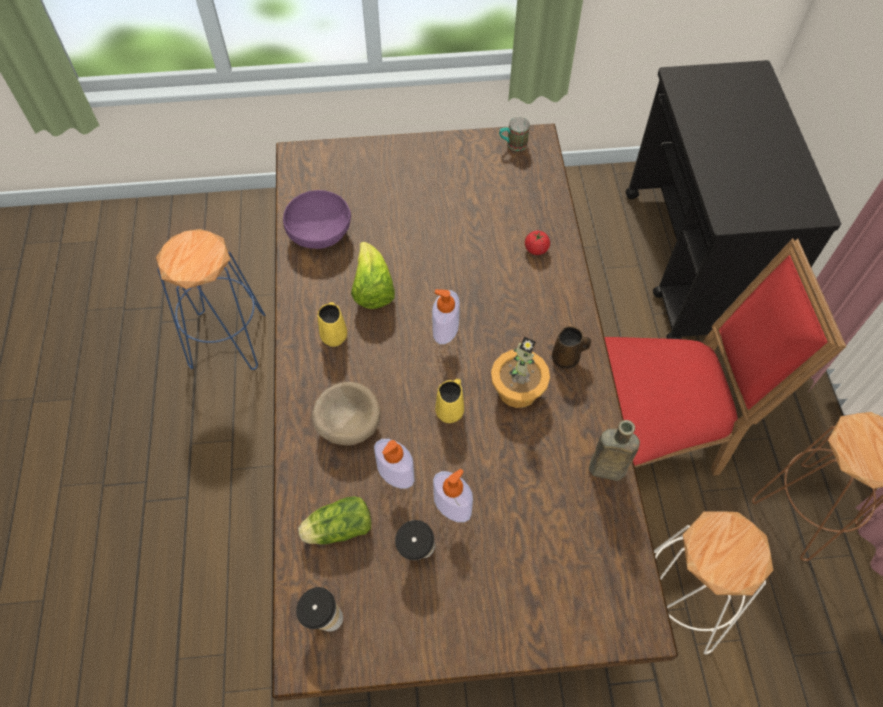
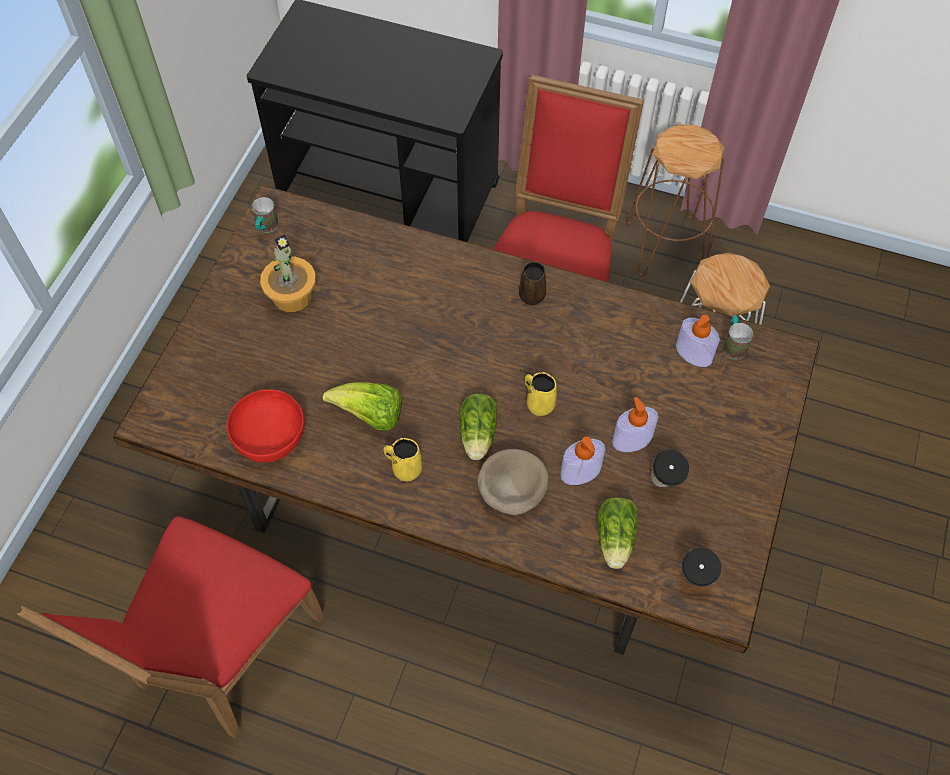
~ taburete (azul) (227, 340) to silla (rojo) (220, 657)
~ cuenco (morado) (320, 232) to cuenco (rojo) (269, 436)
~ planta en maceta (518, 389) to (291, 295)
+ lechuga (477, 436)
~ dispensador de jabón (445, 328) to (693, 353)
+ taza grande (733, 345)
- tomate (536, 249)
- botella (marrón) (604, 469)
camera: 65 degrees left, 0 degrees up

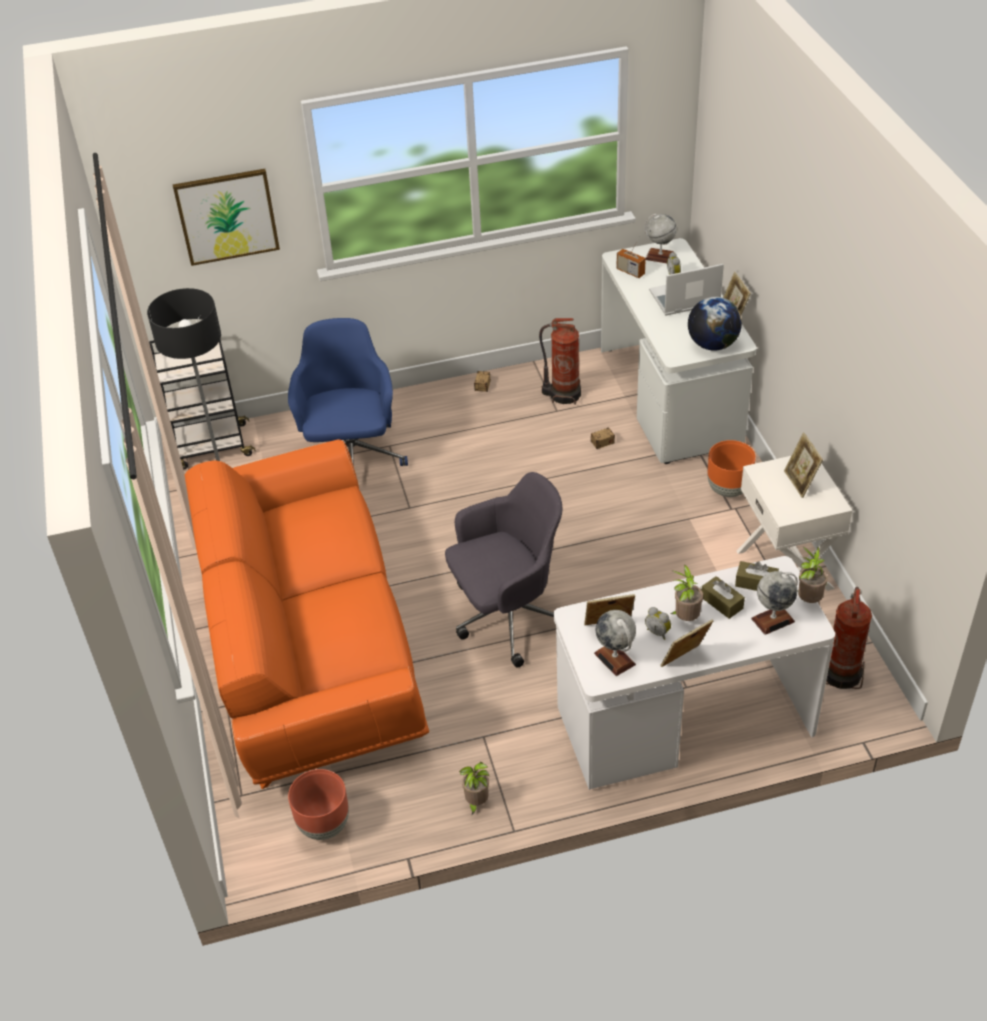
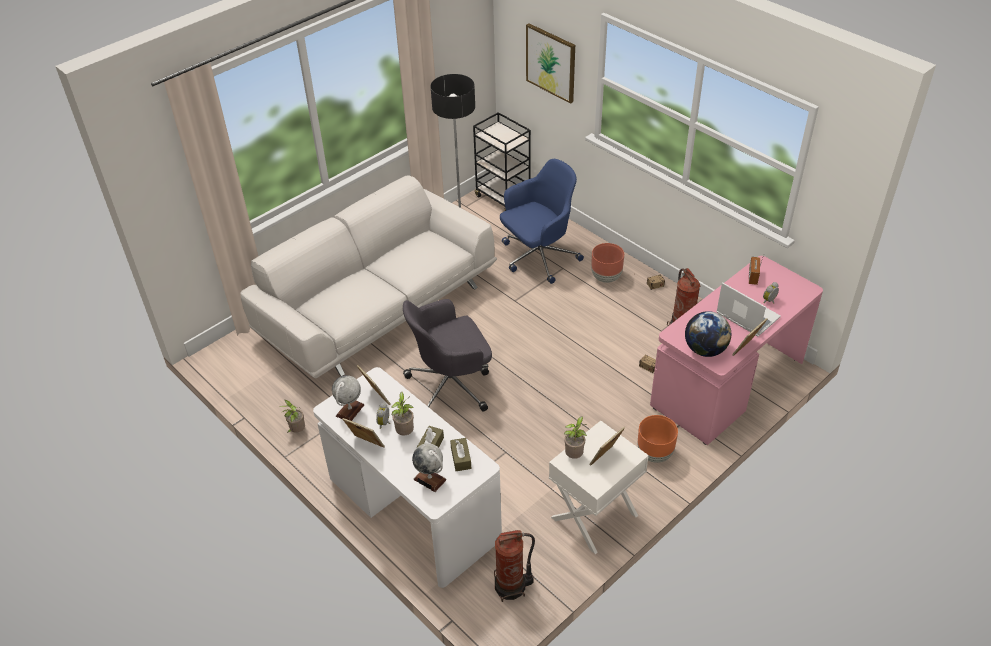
~ sofá (naranja) (310, 642) to sofá (blanco) (377, 308)
~ silla de oficina (gris) (508, 617) = (451, 385) 120 degrees clockwise
~ planta en maceta (808, 600) to (574, 455)
~ maceta (marrón) (323, 825) to (605, 277)
~ escritorio (blanco) (671, 398) to escritorio (rosa) (727, 385)
- globo terráqueo (660, 257)
camera: 60 degrees right, 0 degrees up

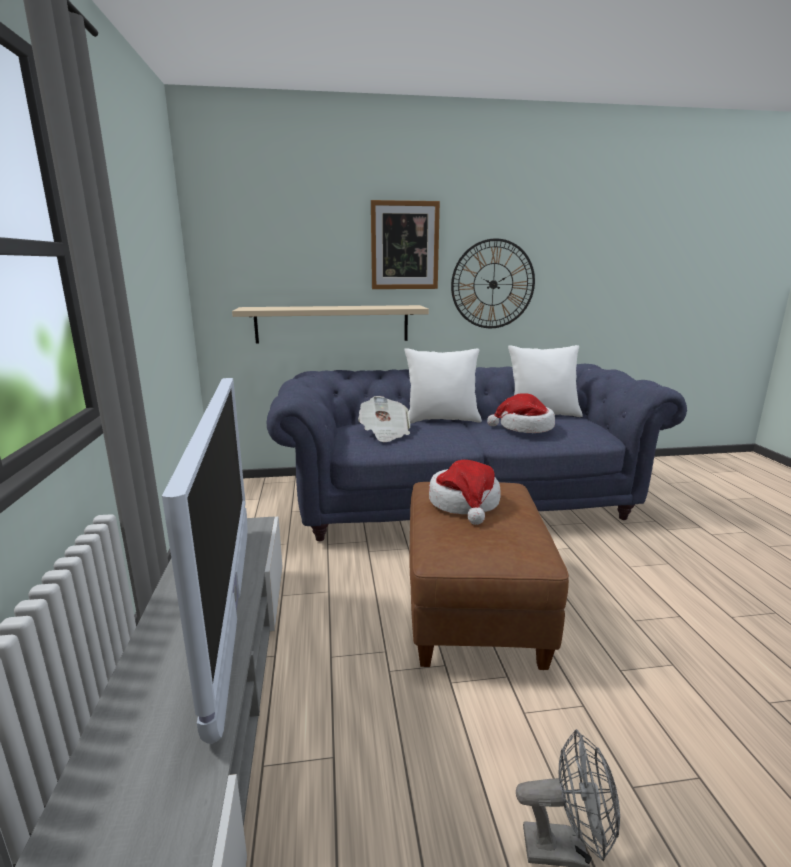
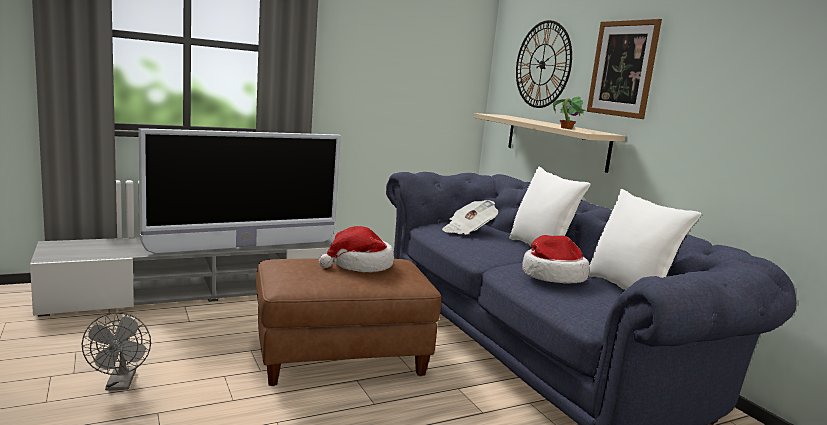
~ reloj de pared (493, 284) to (542, 64)
+ planta en maceta (566, 128)
camera: 70 degrees right, 5 degrees down

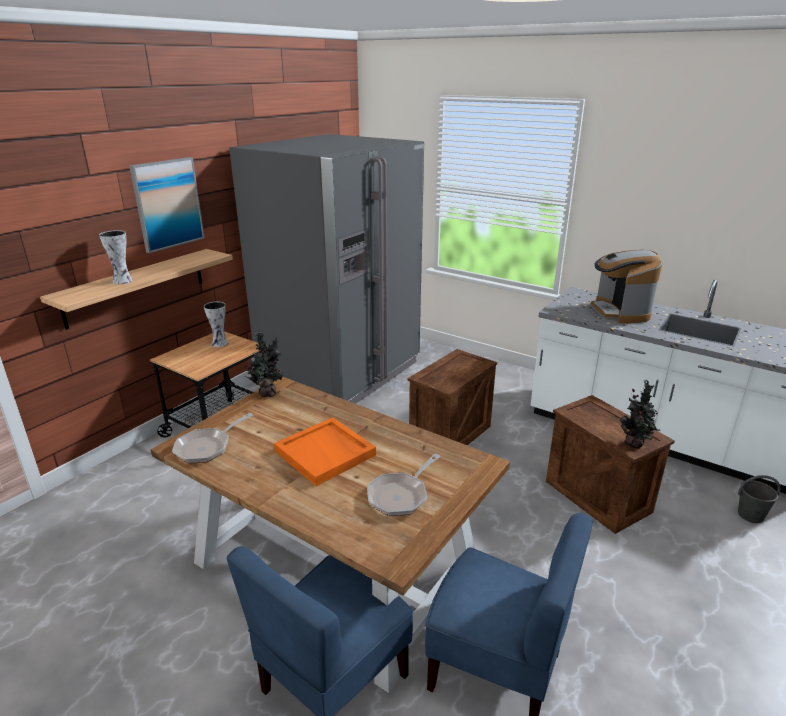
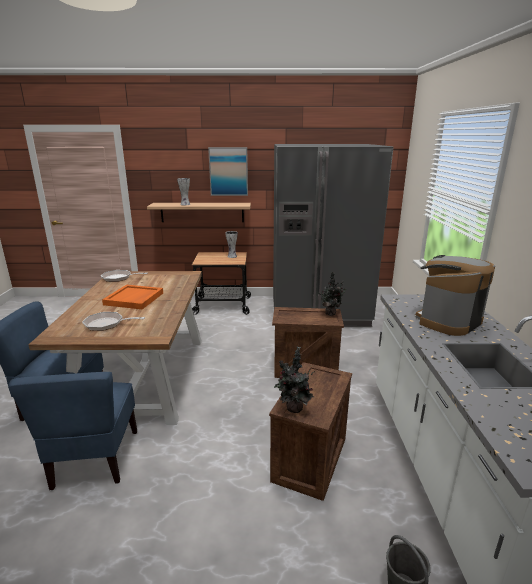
~ planta en maceta (268, 393) to (331, 313)
camera: 55 degrees right, 5 degrees down

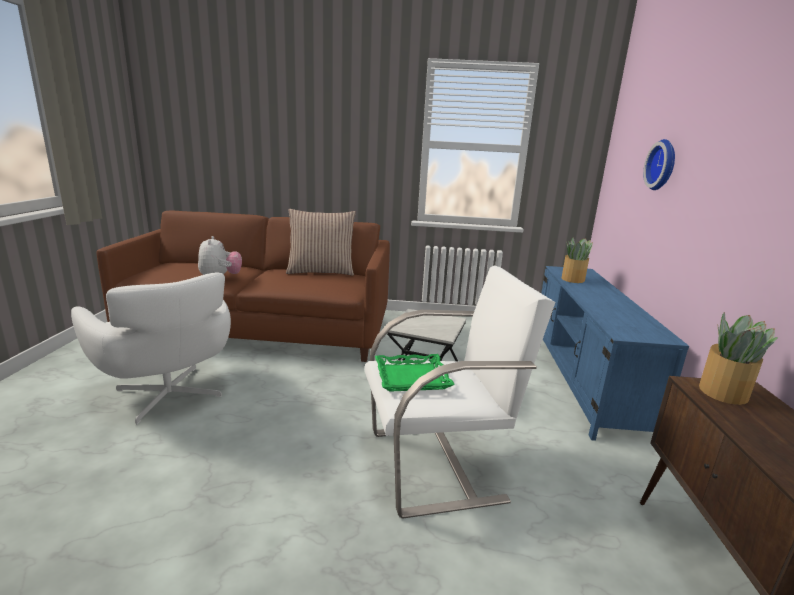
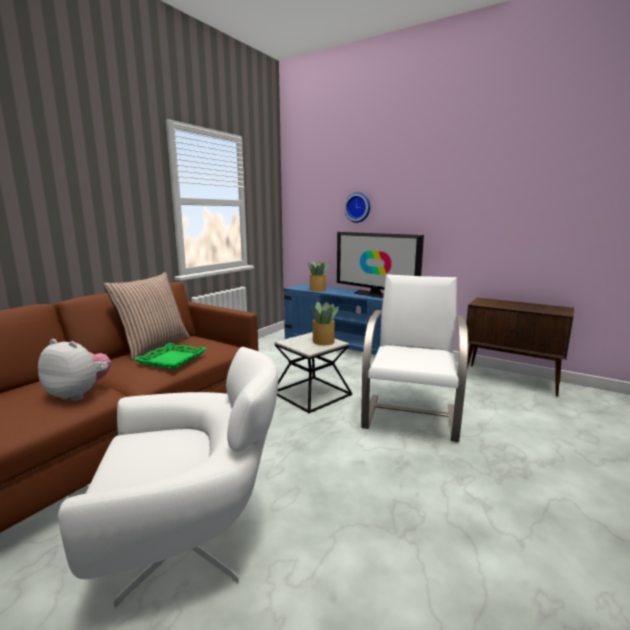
~ bandeja (verde) (412, 377) to (171, 359)
~ planta en maceta (724, 392) to (323, 341)
+ televisor (375, 295)
camera: 60 degrees left, 5 degrees down

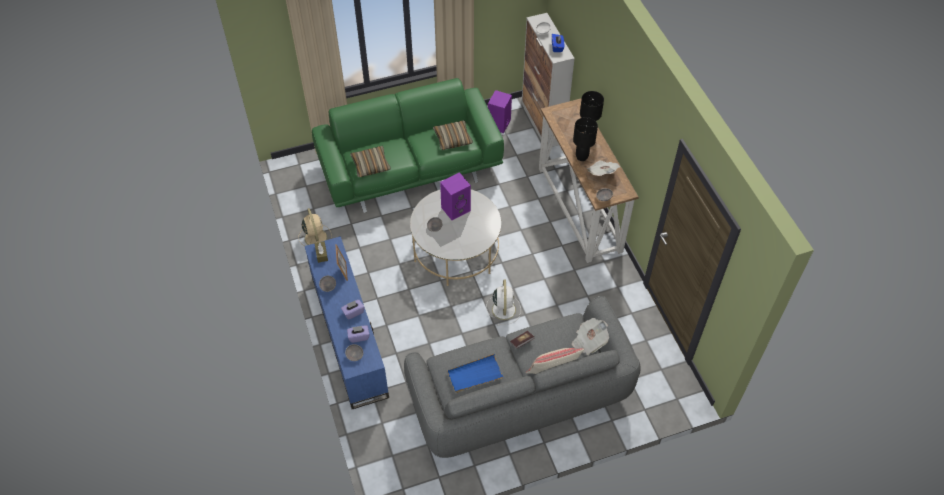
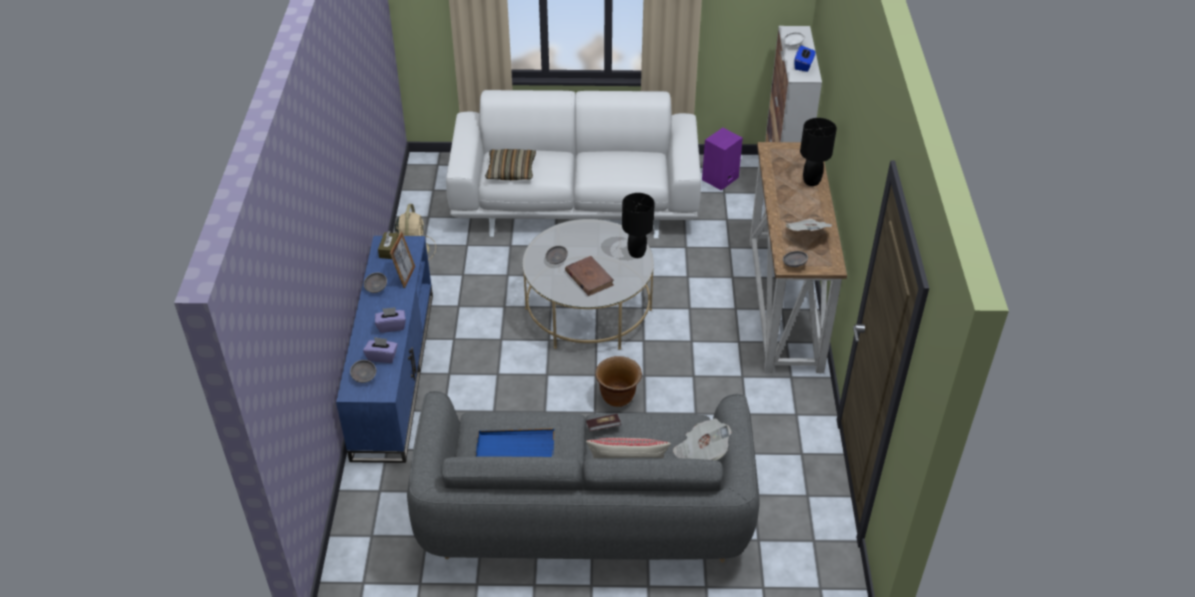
~ sofá (verde) (410, 168) to sofá (blanco) (576, 201)
+ libro (marrón) (589, 278)
~ ventilador (blanco) (503, 308) to maceta (marrón) (618, 397)
~ lámpara de mesa (negro) (582, 157) to (637, 253)
- cojín (452, 139)
- altavoz (morado) (456, 208)
camera: 20 degrees right, 10 degrees down

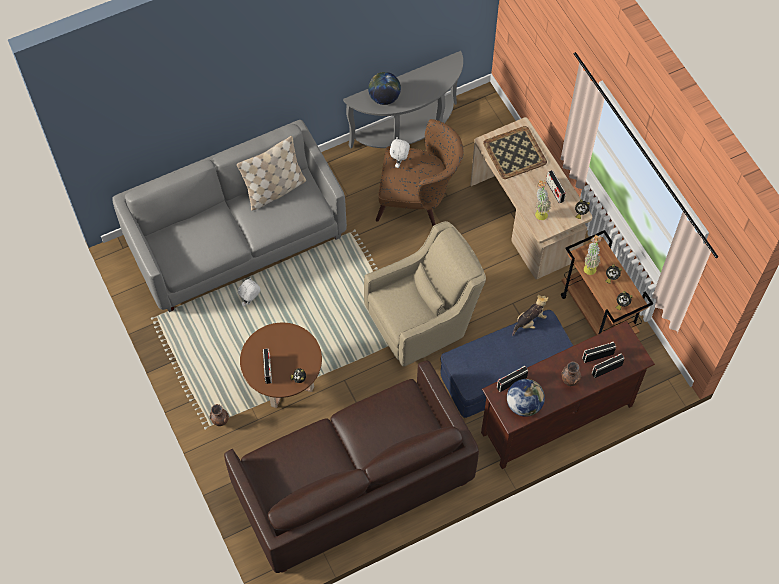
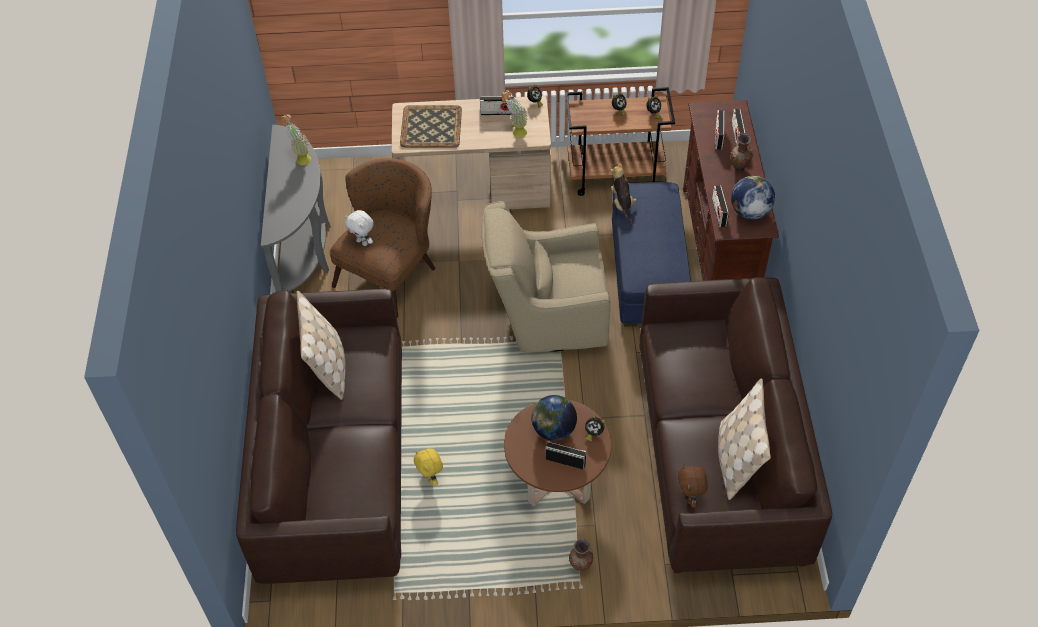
~ sofá (gris) (237, 238) to sofá (marrón) (335, 464)
~ planta en maceta (590, 266) to (300, 158)
~ peluche (blanco) (251, 301) to peluche (amarillo) (430, 478)
~ sillón (beis) (423, 320) = (546, 319) 90 degrees counterclockwise
~ globo terráqueo (384, 98) to (553, 430)
+ peluche (marrón) (690, 498)
+ cojín (beis) (737, 460)
camera: 65 degrees left, 10 degrees down

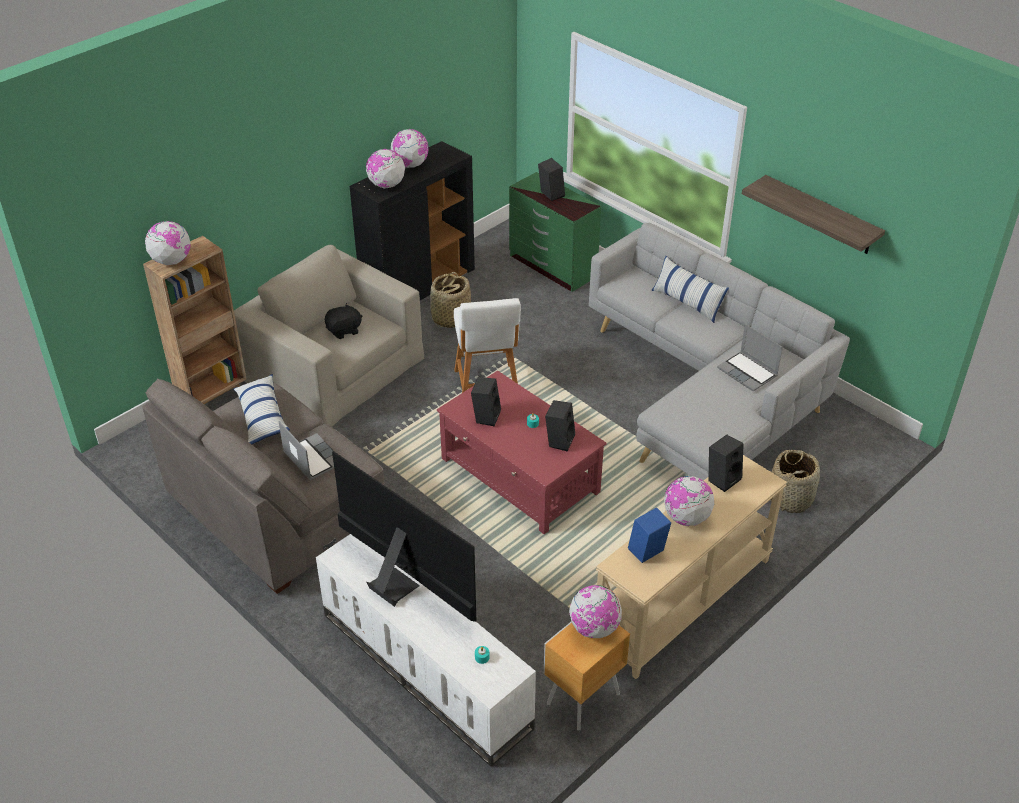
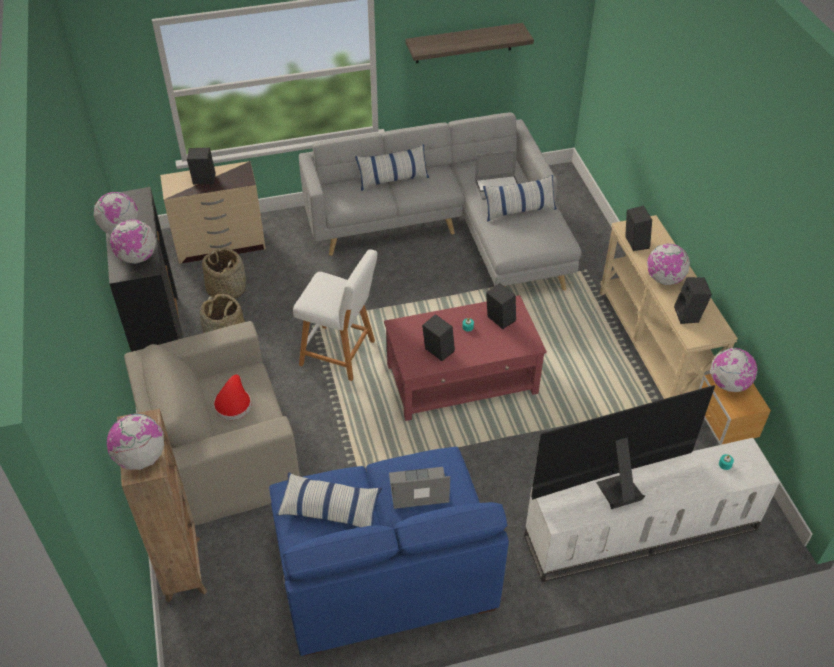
~ cómoda (verde) (552, 267) to cómoda (beis) (221, 245)
~ cesta (790, 497) to (226, 289)
~ peluche (negro) (344, 331) to sombrero (rojo) (233, 403)
~ sofá (gris) (277, 509) to sofá (azul) (383, 569)
+ cojín (519, 210)
~ altavoz (azul) (647, 553) to altavoz (negro) (689, 315)
camera: 60 degrees left, 5 degrees up

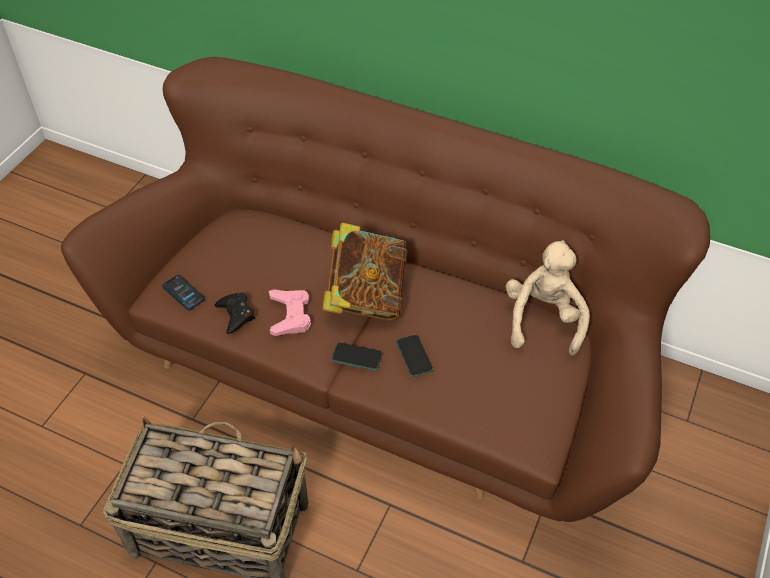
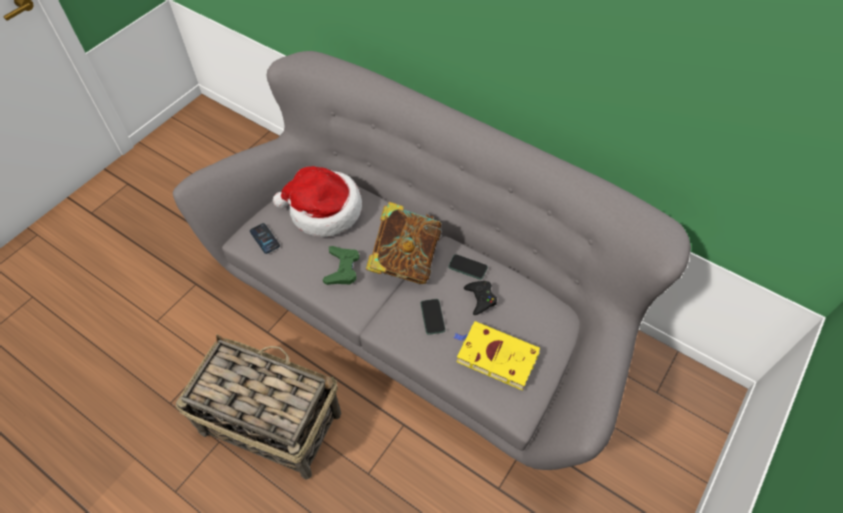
~ sofá (marrón) (384, 367) to sofá (gris) (421, 311)
+ sombrero (323, 211)
~ mando de consola (rosa) (290, 315) to mando de consola (verde) (342, 268)
~ móvil (356, 357) to (467, 267)
+ libro (amarillo) (495, 356)
~ mando de consola (negro) (236, 314) to (480, 298)
- peluche (beis) (543, 319)
camera: 10 degrees right, 5 degrees up

